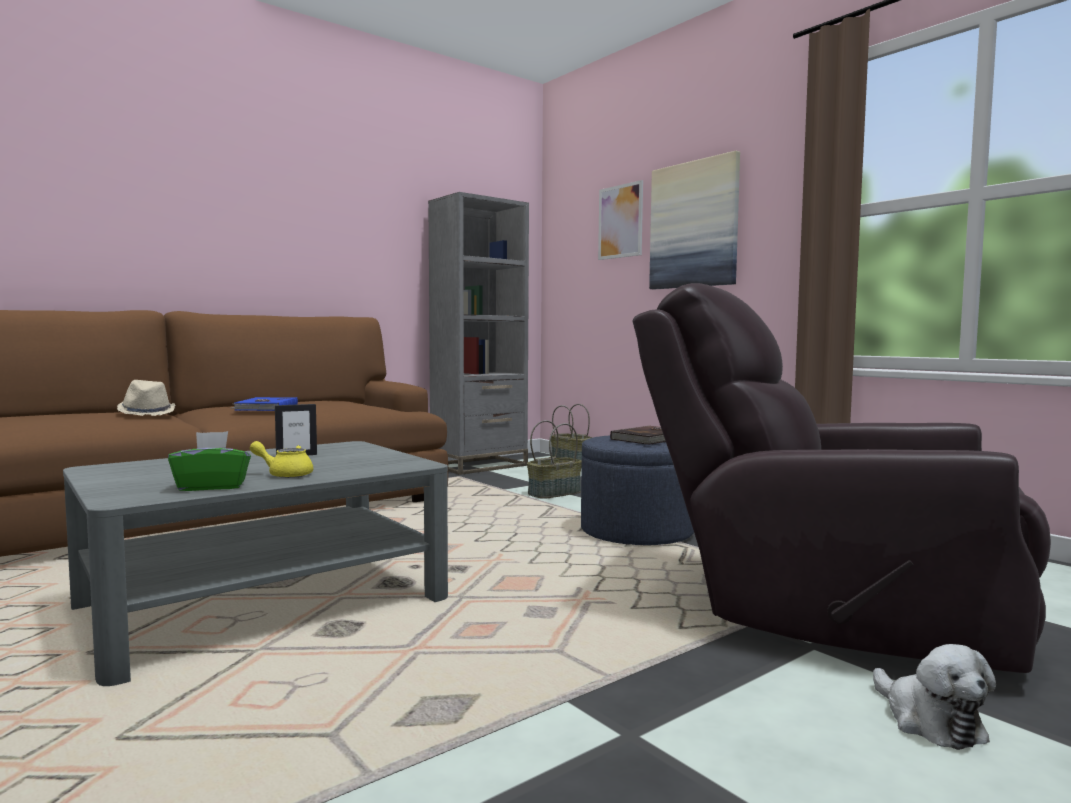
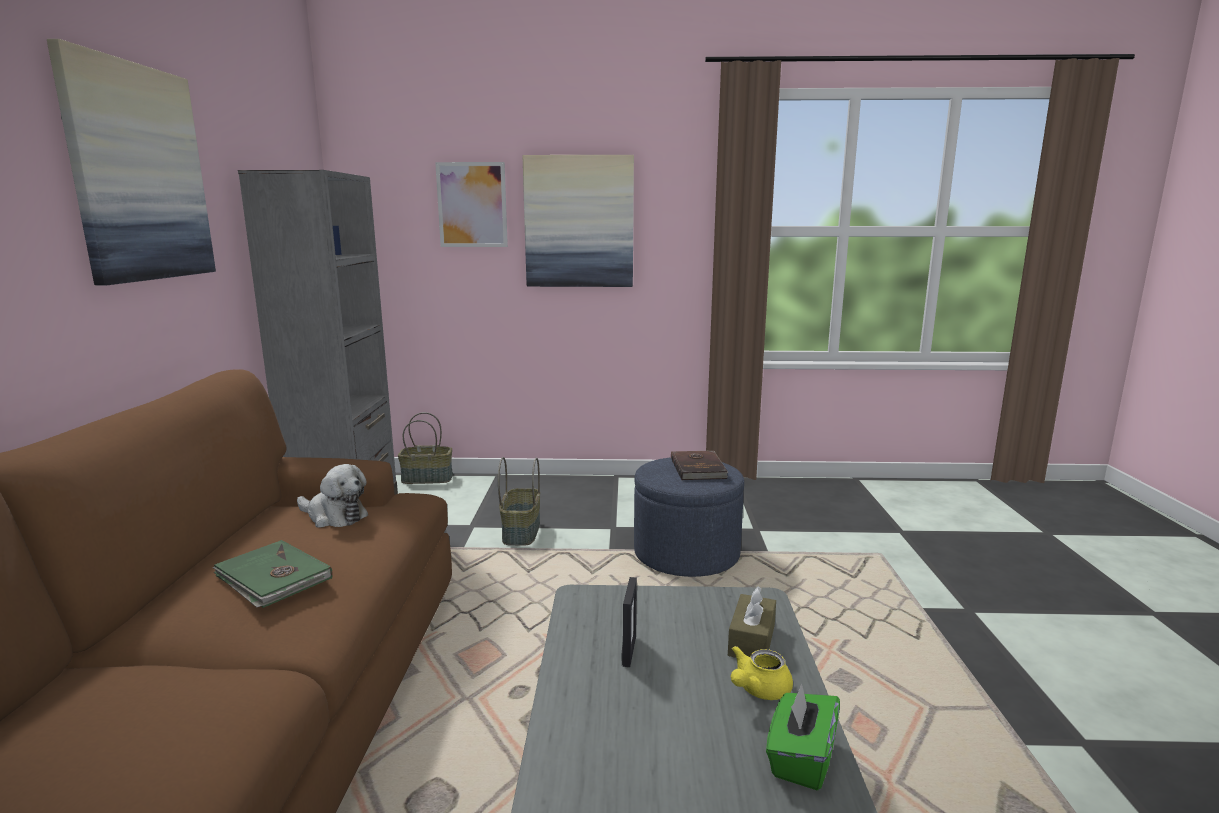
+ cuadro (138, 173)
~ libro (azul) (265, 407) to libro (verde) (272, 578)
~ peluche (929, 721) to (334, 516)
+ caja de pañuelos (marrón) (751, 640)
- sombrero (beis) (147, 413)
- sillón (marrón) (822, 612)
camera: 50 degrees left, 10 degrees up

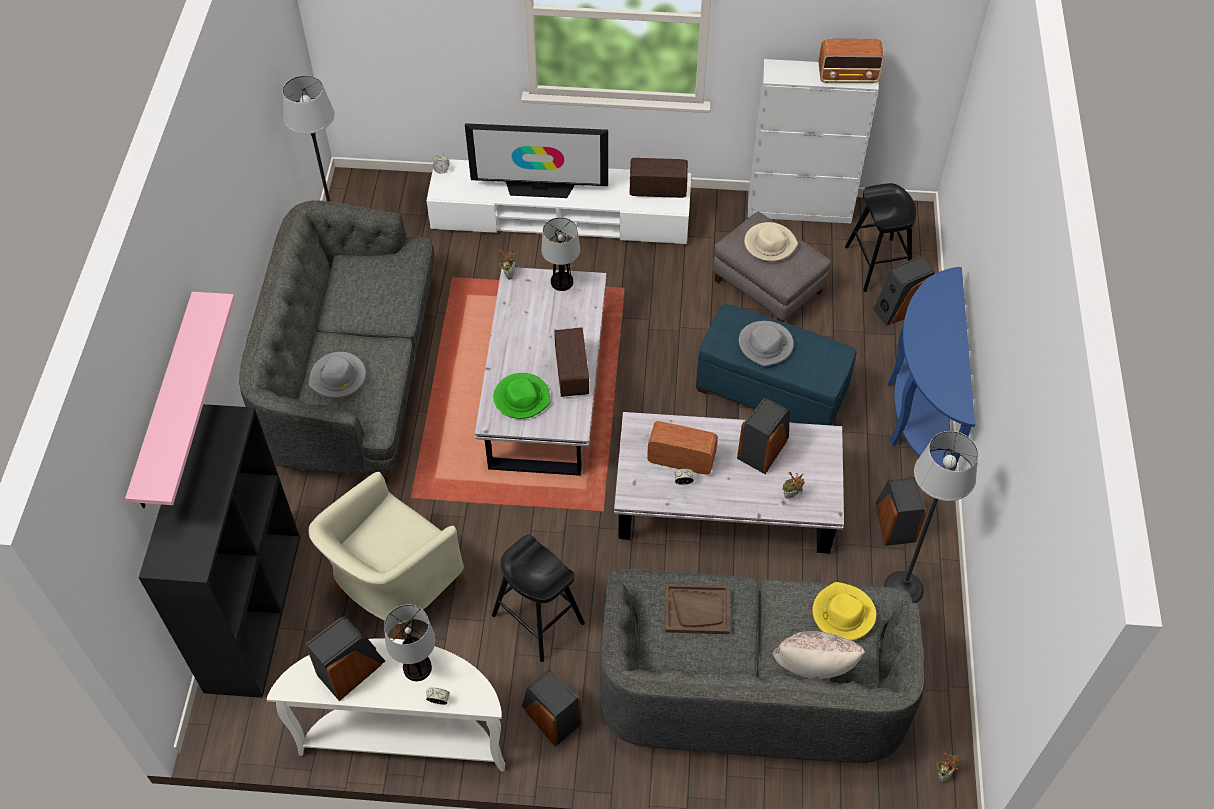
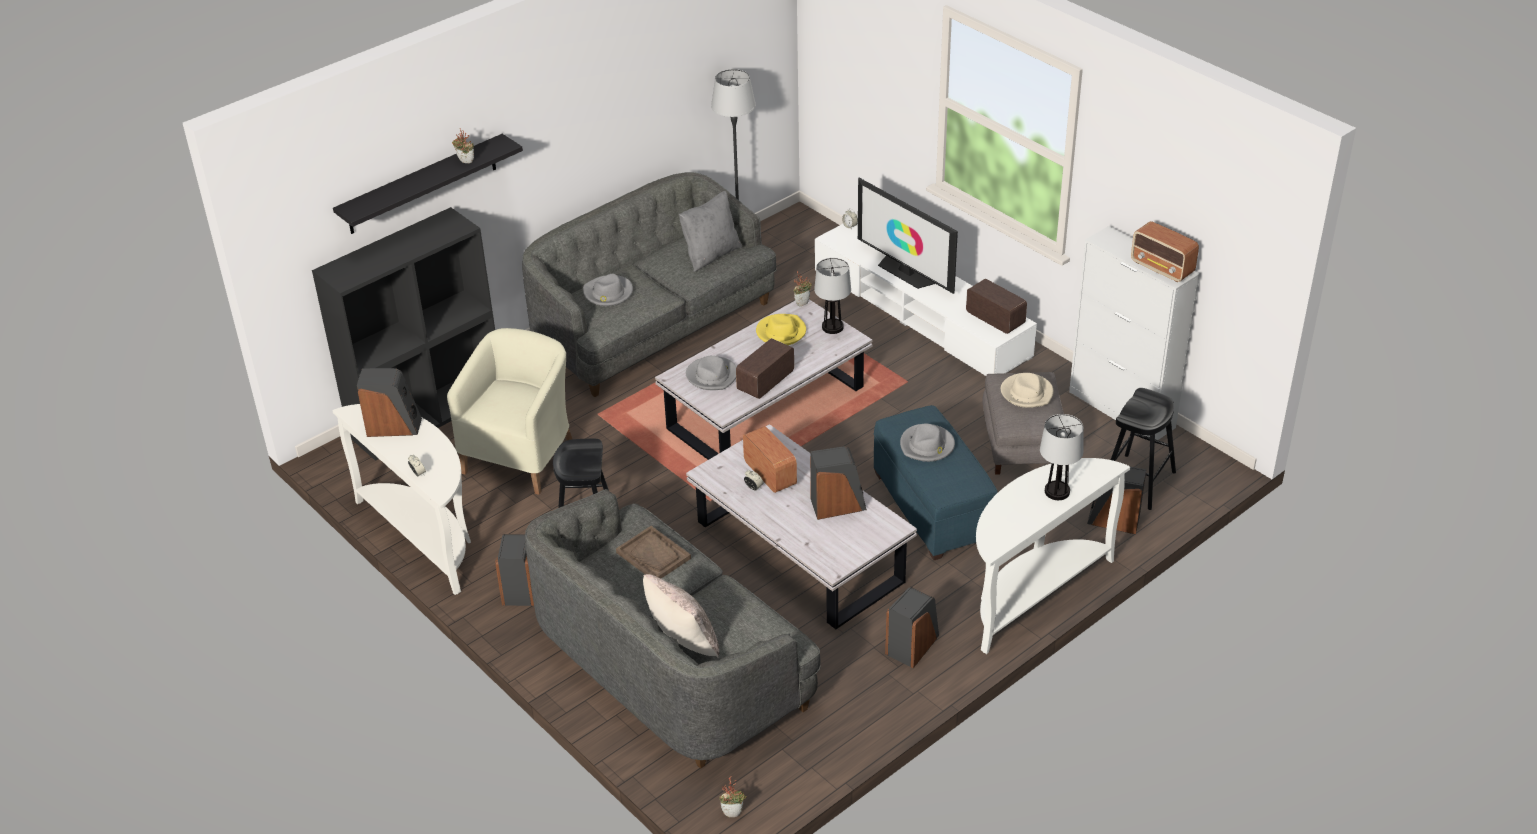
~ estante (rosa) (165, 403) to estante (negro) (422, 185)
~ sillón (beis) (394, 588) = (522, 456) 120 degrees clockwise
~ planta en maceta (791, 497) to (465, 162)
+ cojín (gris) (711, 255)
~ sombrero (verde) (521, 398) to sombrero (gris) (712, 376)
~ sombrero (amarillo) (842, 614) to (781, 332)
~ mesa consola (azul) (917, 413) to mesa consola (blanco) (1031, 593)
~ lámpara de mesa (418, 668) to (1057, 492)
- lámpara de pie (903, 588)
camera: 45 degrees right, 15 degrees down

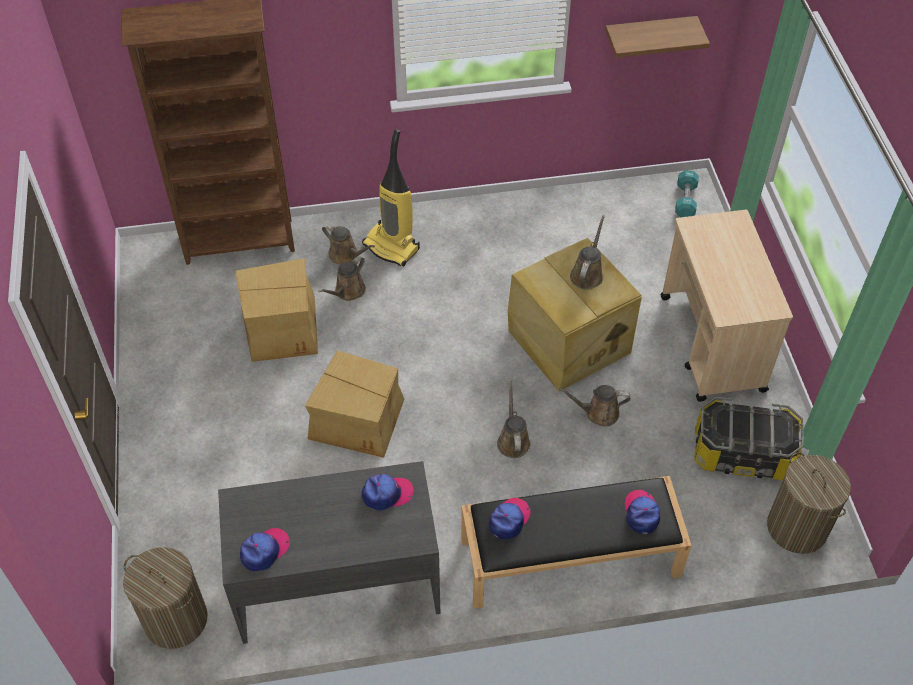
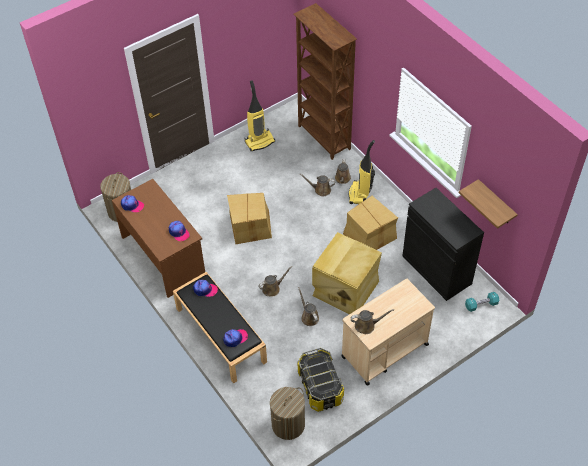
~ escritorio (gris) (337, 583) to escritorio (marrón) (164, 256)
+ aspiradora (259, 141)
~ caja de cartón (282, 328) to (369, 235)
~ regadera (marrón) (587, 274) to (367, 325)
+ armario (negro) (436, 270)
camera: 65 degrees right, 0 degrees up

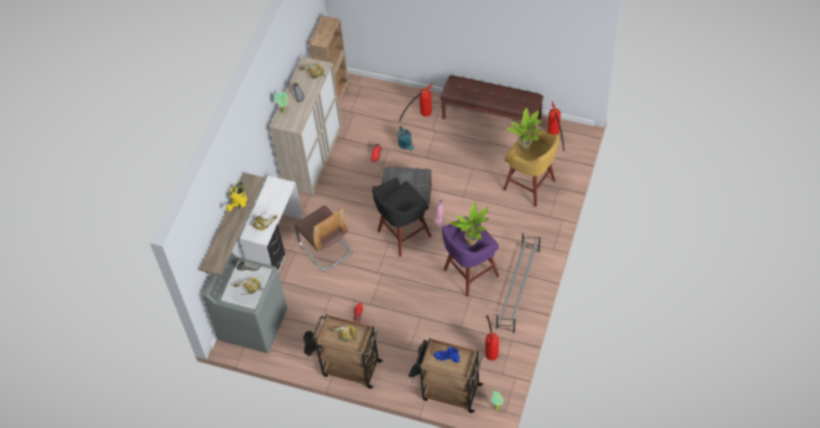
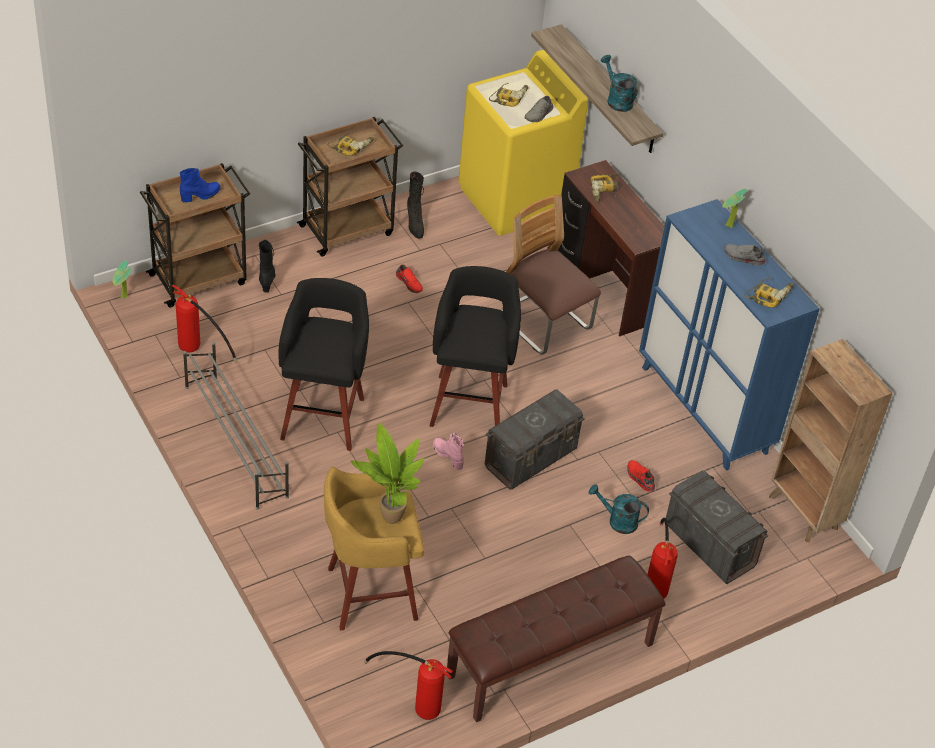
~ taburete (morado) (469, 273) to taburete (negro) (323, 416)
~ lavadora (gris) (253, 324) to lavadora (amarillo) (515, 200)
~ silla (325, 248) = (544, 324) 45 degrees clockwise
~ escritorio (blanco) (277, 245) to escritorio (marrón) (604, 288)
~ regadera (amarillo) (238, 204) to regadera (turquesa) (617, 100)
~ armario (beis) (314, 162) to armario (azul) (704, 410)
+ caja de almacenaje (gris) (709, 544)
- planta en maceta (472, 243)
camera: 125 degrees right, 10 degrees down

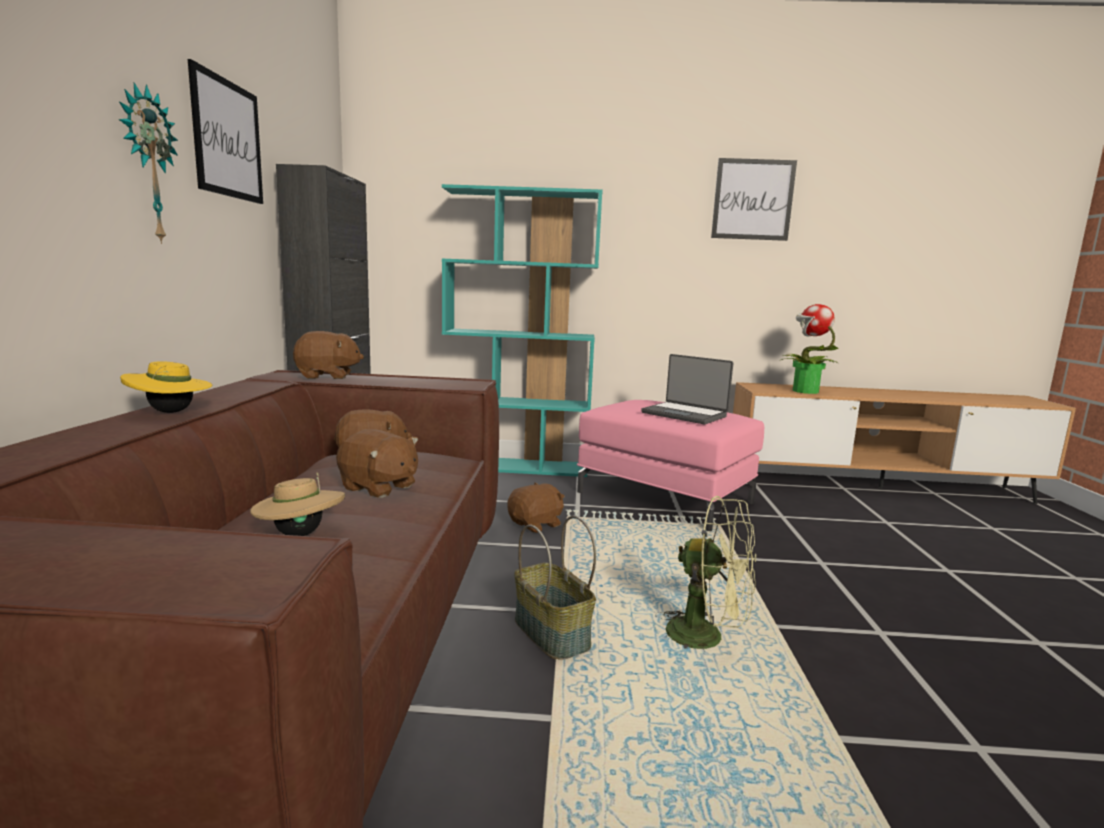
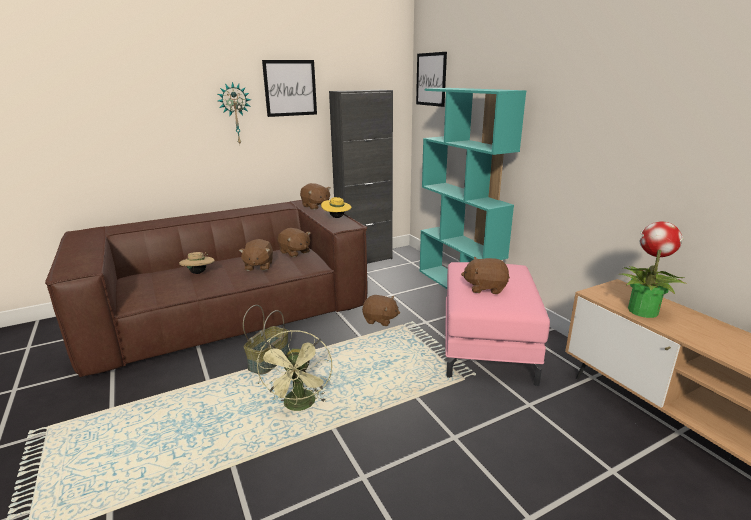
~ sombrero (amarillo) (171, 412) to (336, 217)
~ cuadro (753, 199) to (431, 79)
~ portátil (685, 414) to peluche (marrón) (485, 288)
camera: 60 degrees right, 10 degrees up

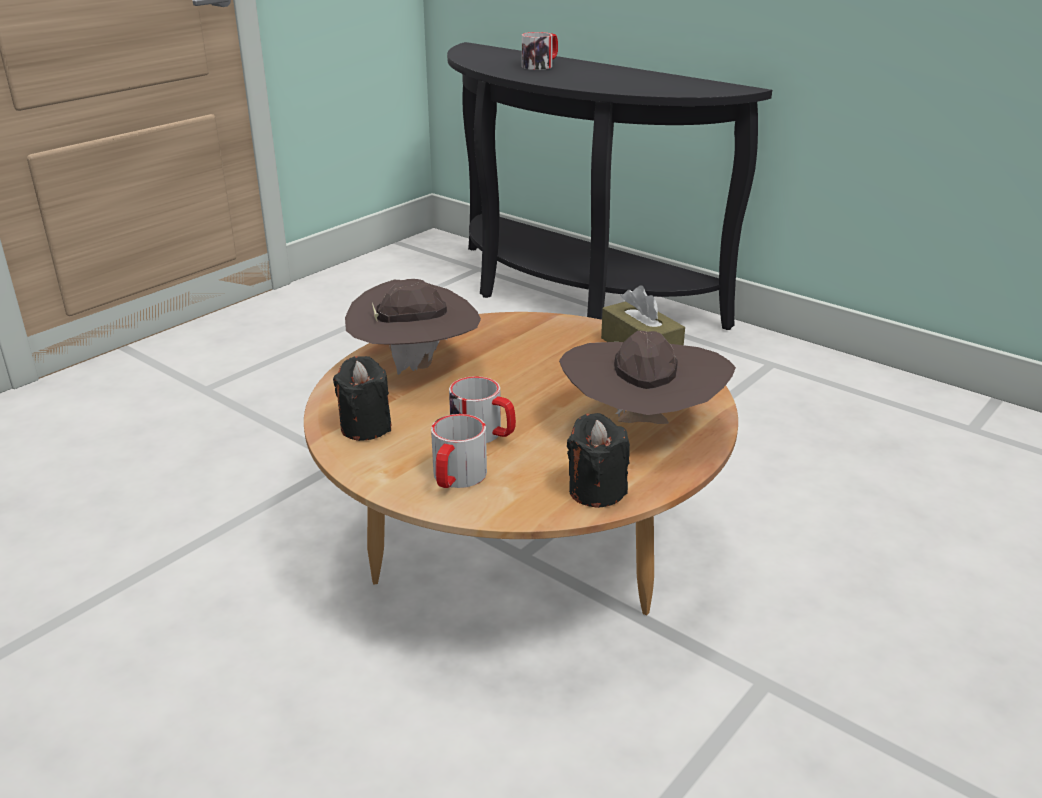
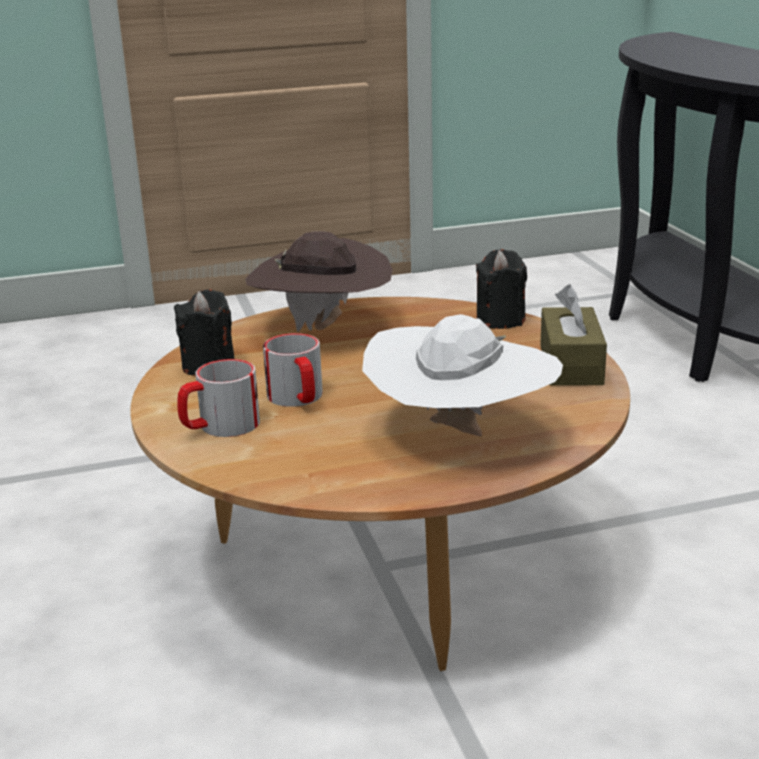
~ sombrero (marrón) (641, 426) to sombrero (blanco) (460, 435)
~ vela (negro) (596, 491) to (500, 320)
- taza grande (541, 65)
camera: 35 degrees right, 5 degrees down

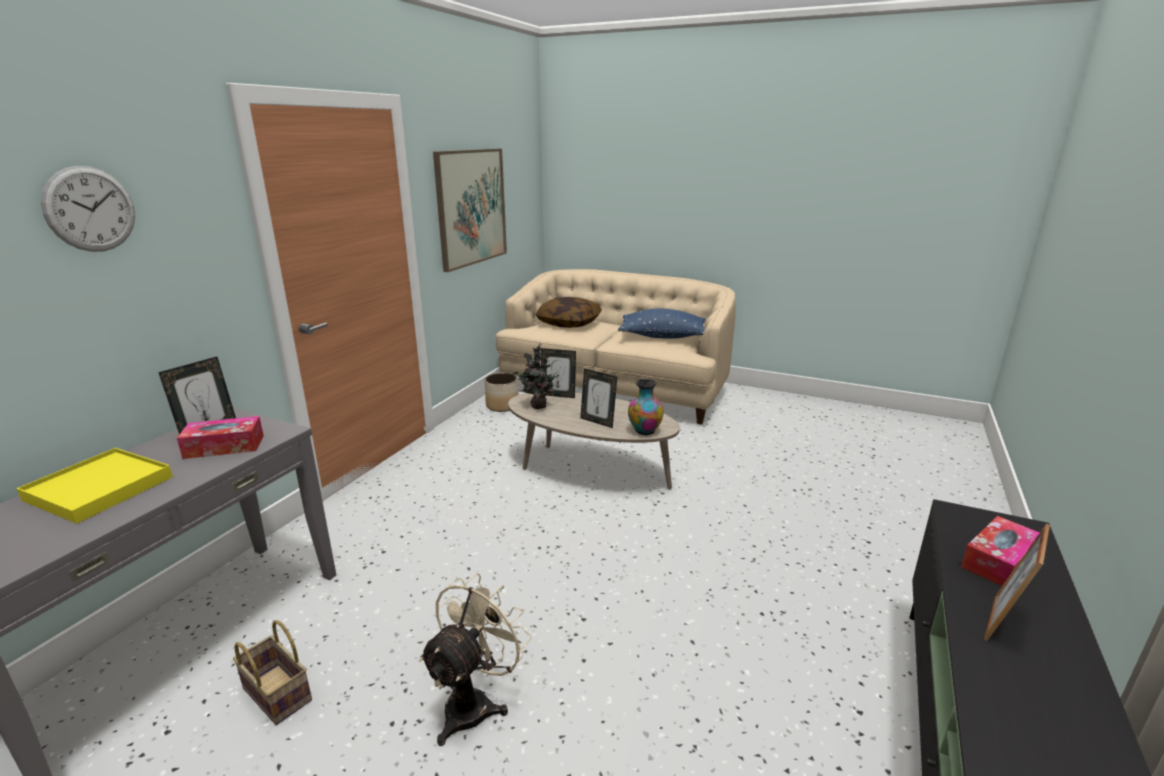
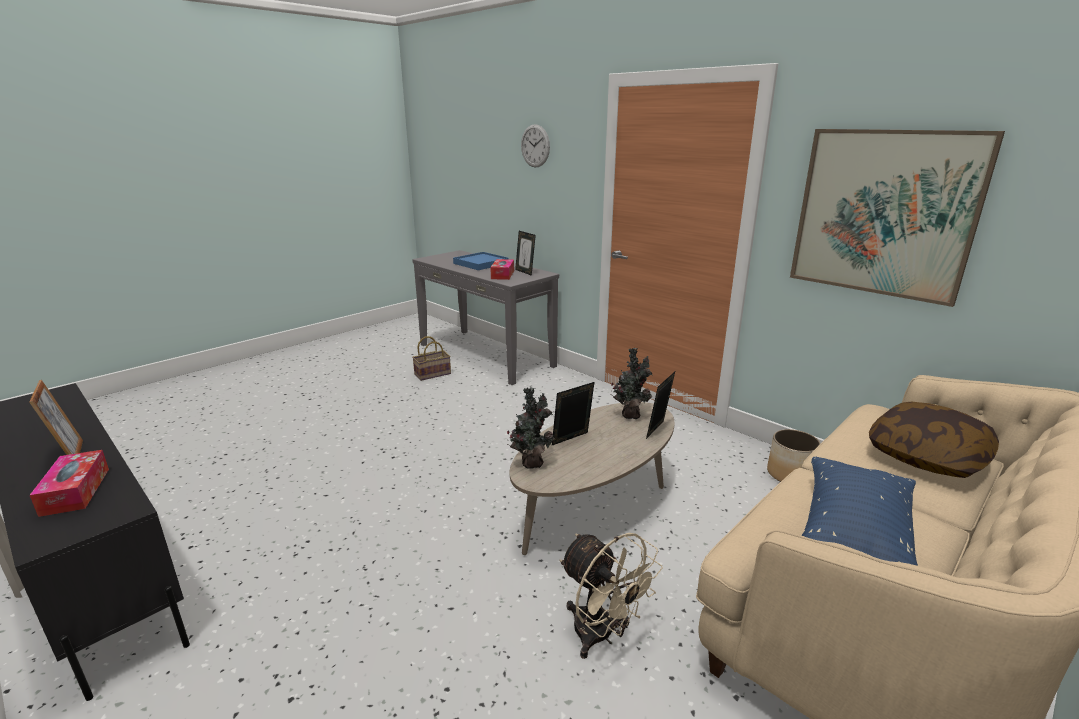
~ bandeja (amarillo) (99, 488) to bandeja (azul) (481, 263)
~ florero (644, 431) to planta en maceta (531, 462)
~ ventilador (beis) (475, 703) to (601, 636)
camera: 110 degrees right, 0 degrees up

